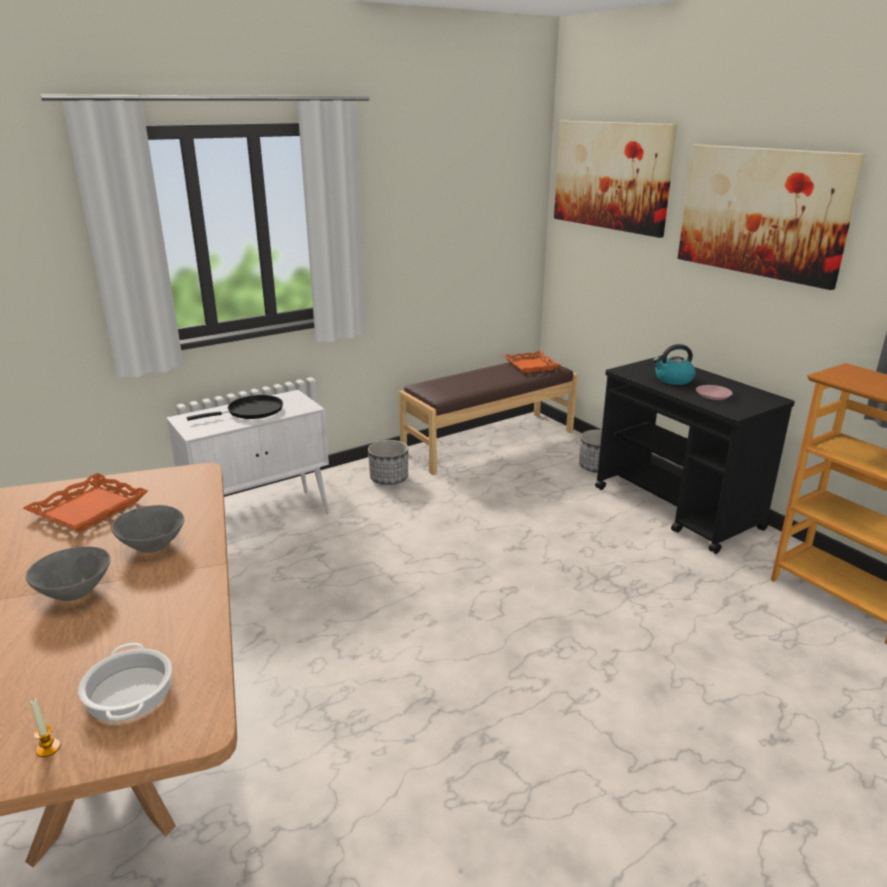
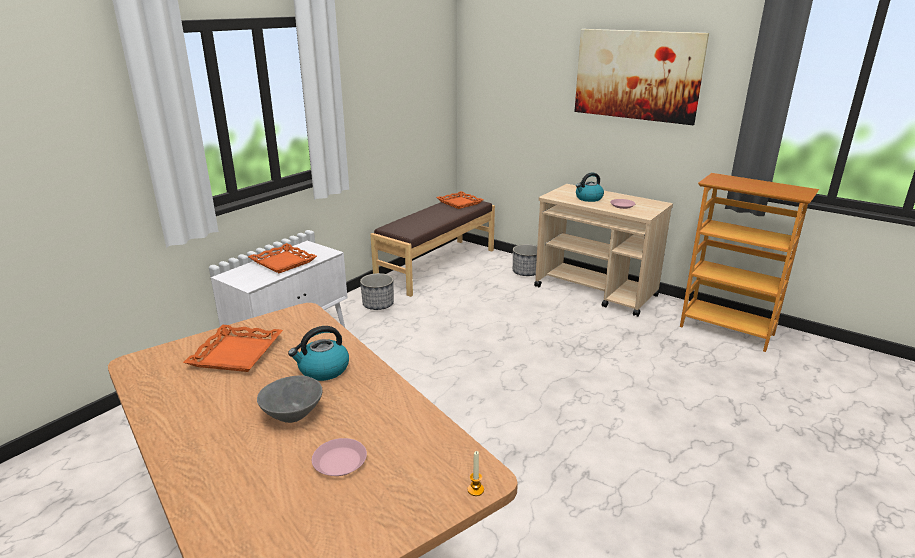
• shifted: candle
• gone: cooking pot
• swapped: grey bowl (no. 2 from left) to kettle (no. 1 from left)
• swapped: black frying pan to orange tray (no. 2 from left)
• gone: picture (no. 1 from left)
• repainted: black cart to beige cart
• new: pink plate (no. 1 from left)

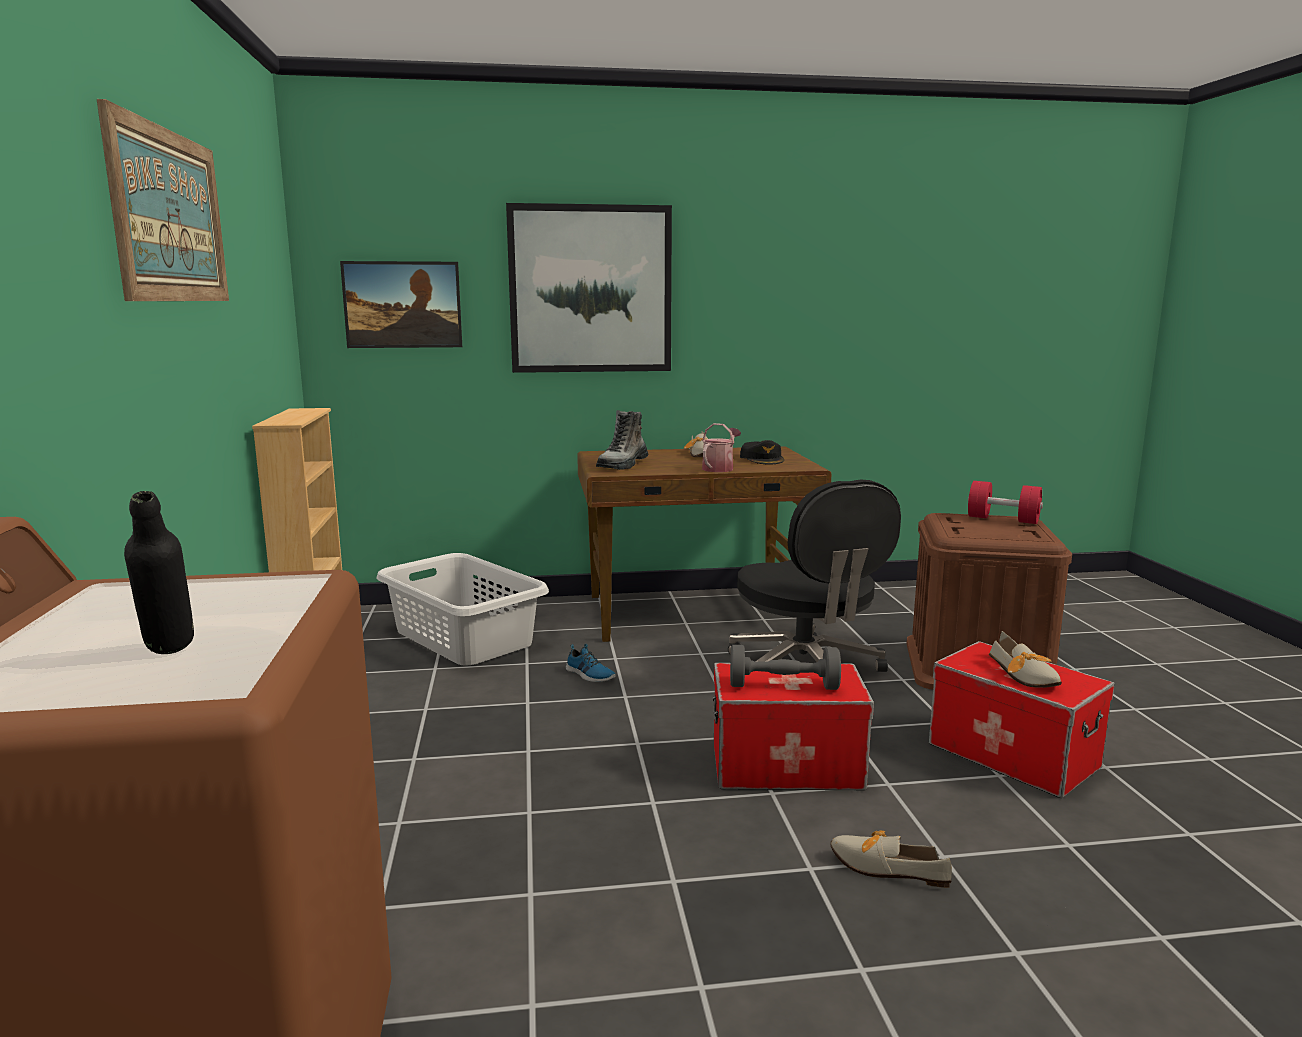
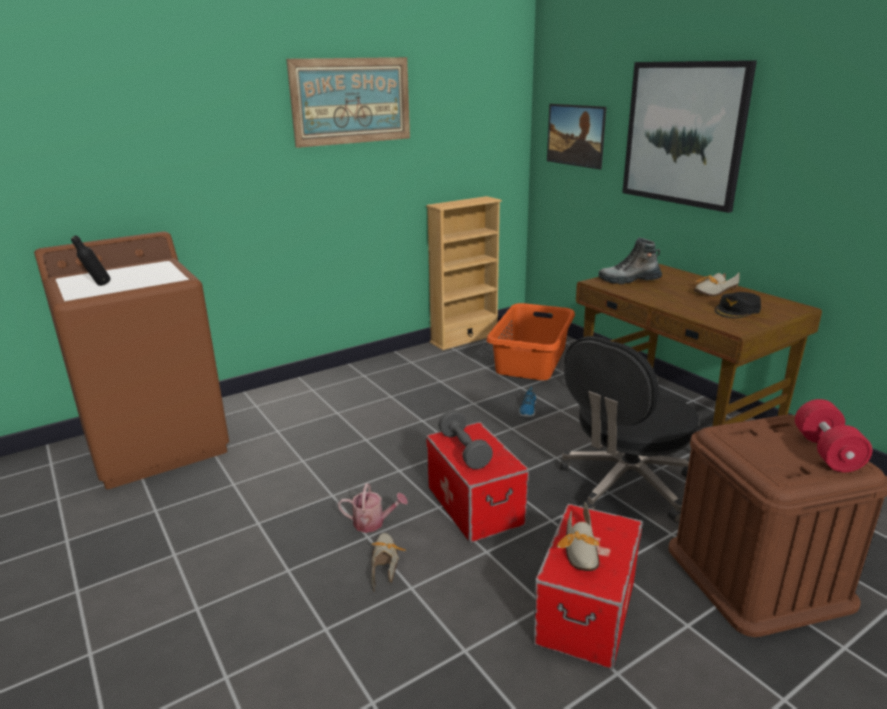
• repainted: grey laundry basket to orange laundry basket
• shifted: watering can
• rotated: shoe (no. 4 from left in the first image) 45 degrees counterclockwise

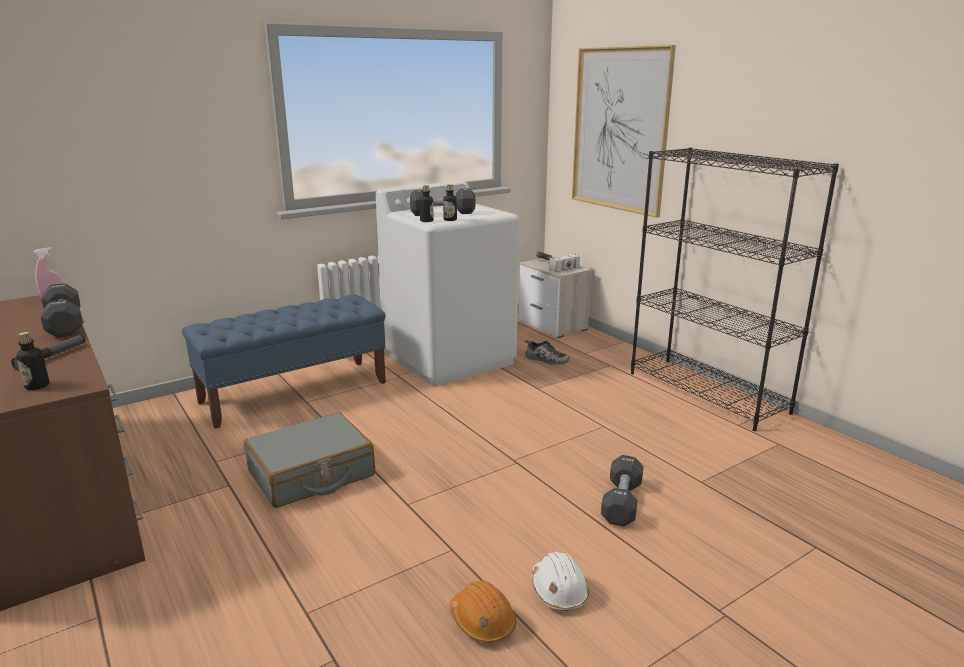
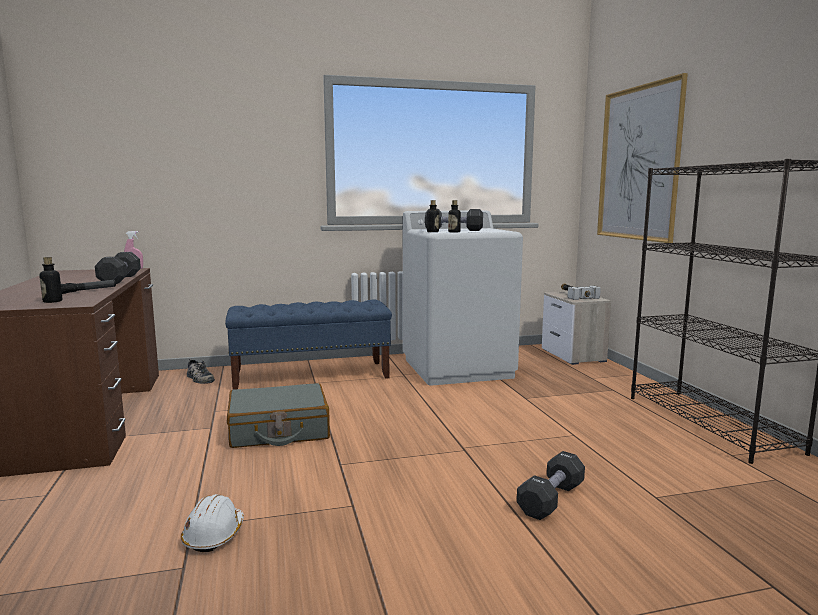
• gone: orange hard hat
• shifted: shoe
• shifted: white hard hat

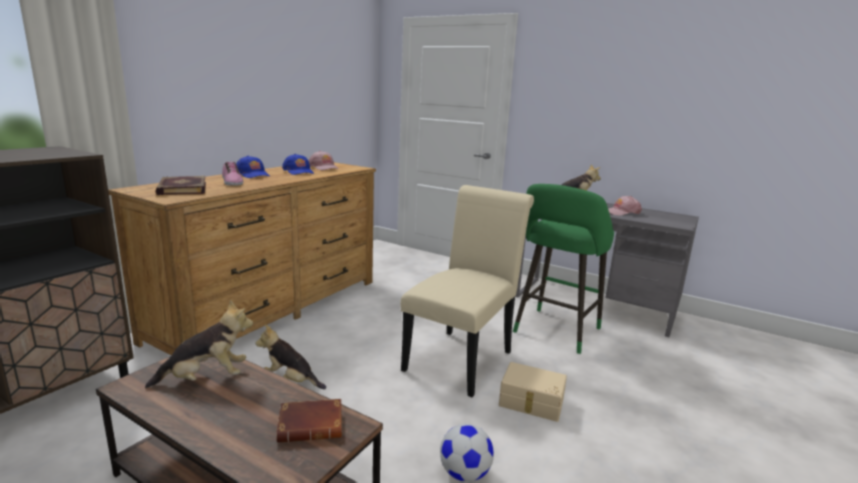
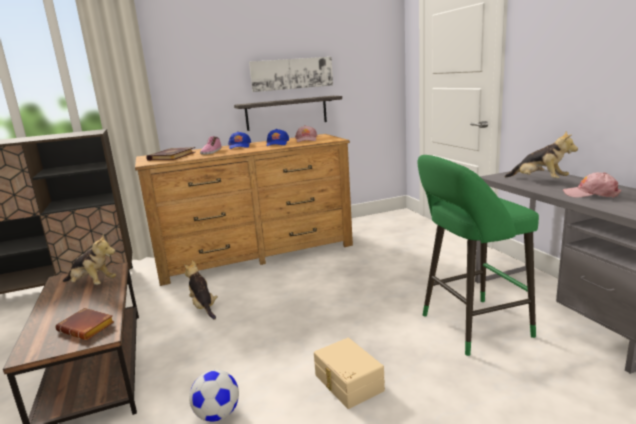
• gone: beige chair
• new: shelf
• new: picture

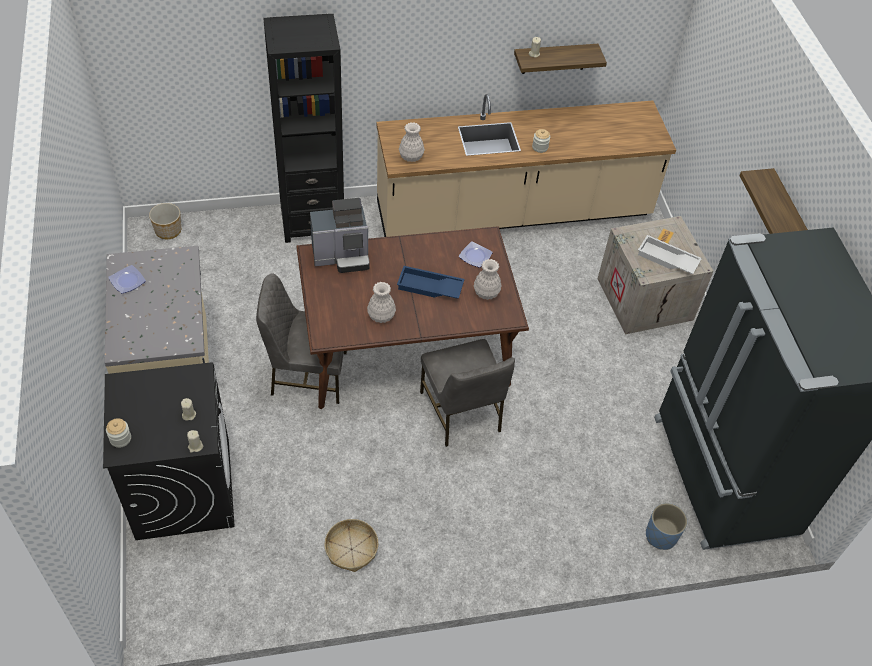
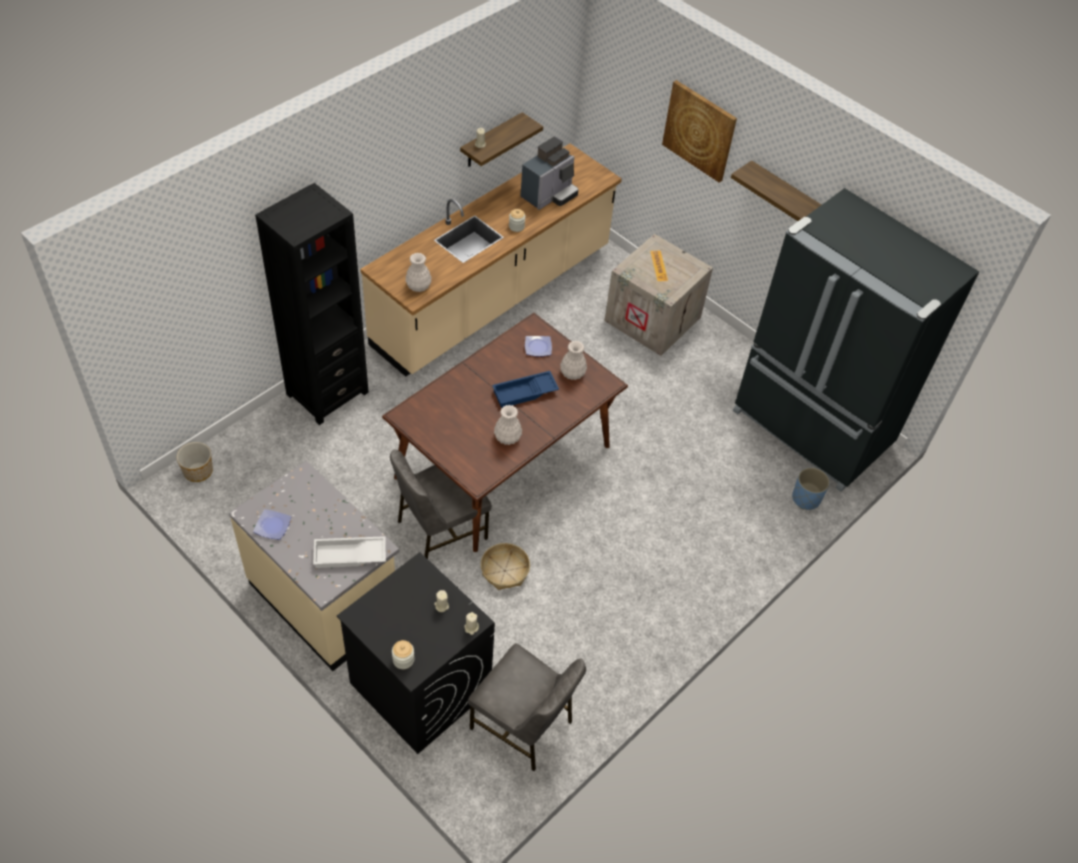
• shifted: coffee machine
• shifted: basket
• shifted: grey chair (no. 2 from left)
• shifted: white tray
• new: picture

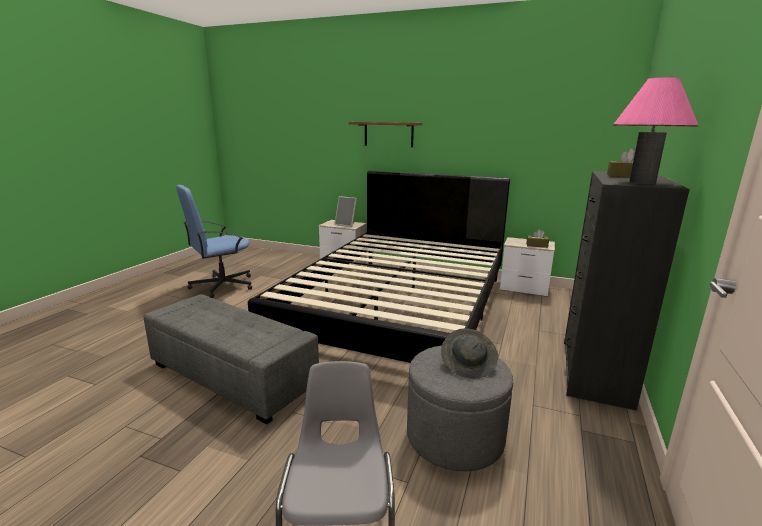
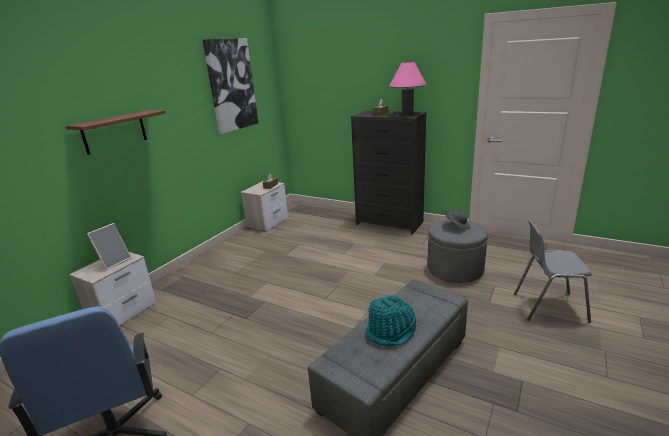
• gone: black bed
• new: picture
• new: turquoise hat

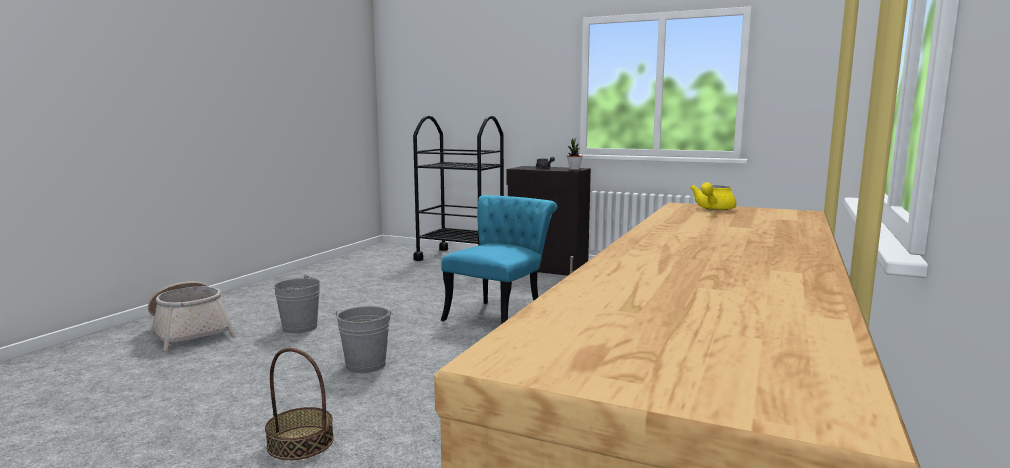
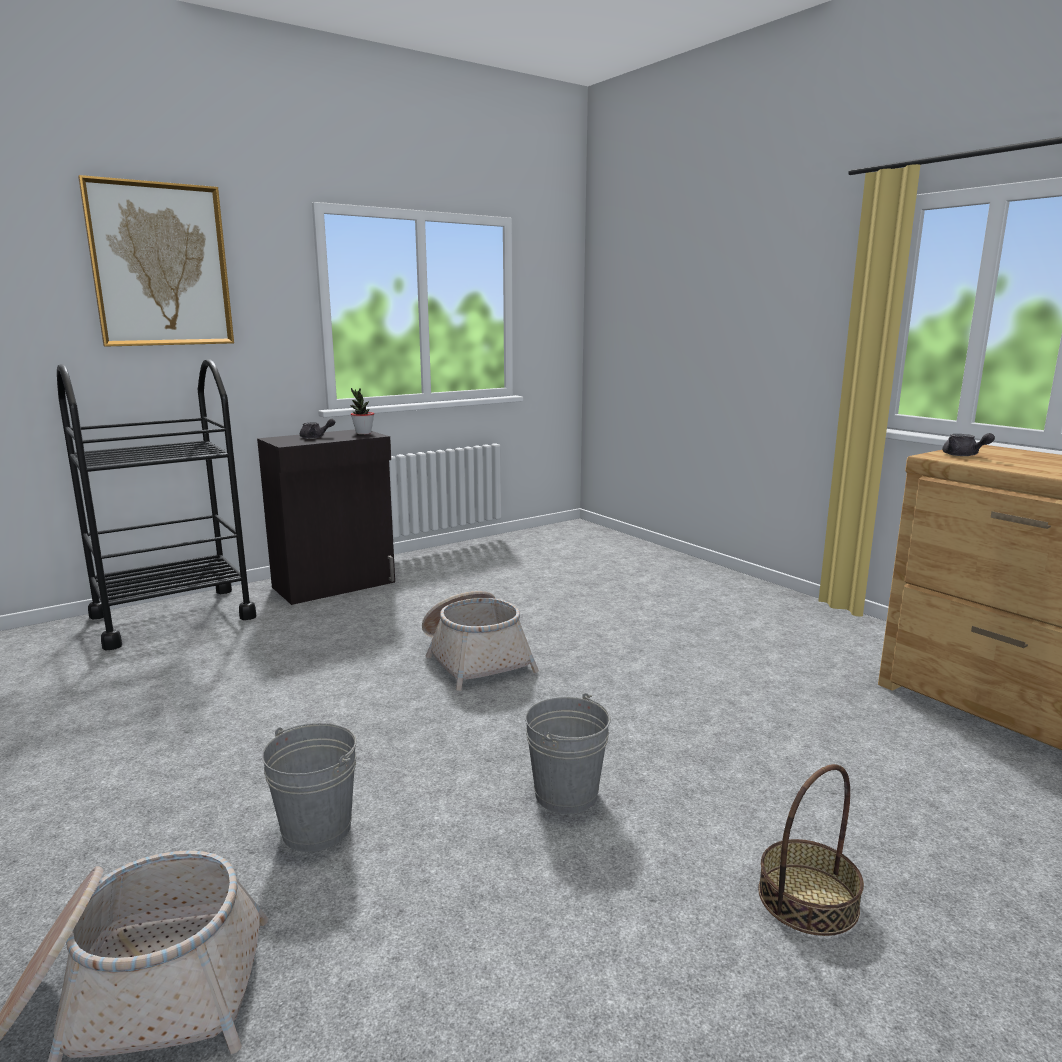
• swapped: turquoise chair to basket (no. 2 from left)
• repainted: yellow teapot to grey teapot (no. 2 from left)
• new: picture

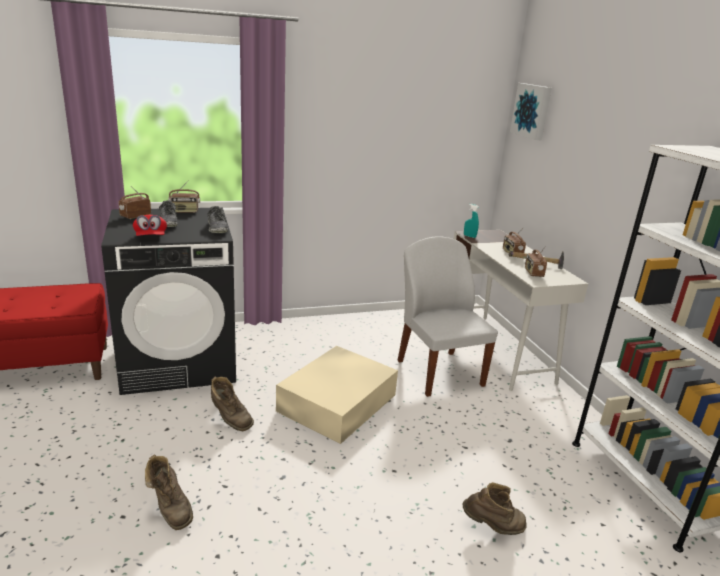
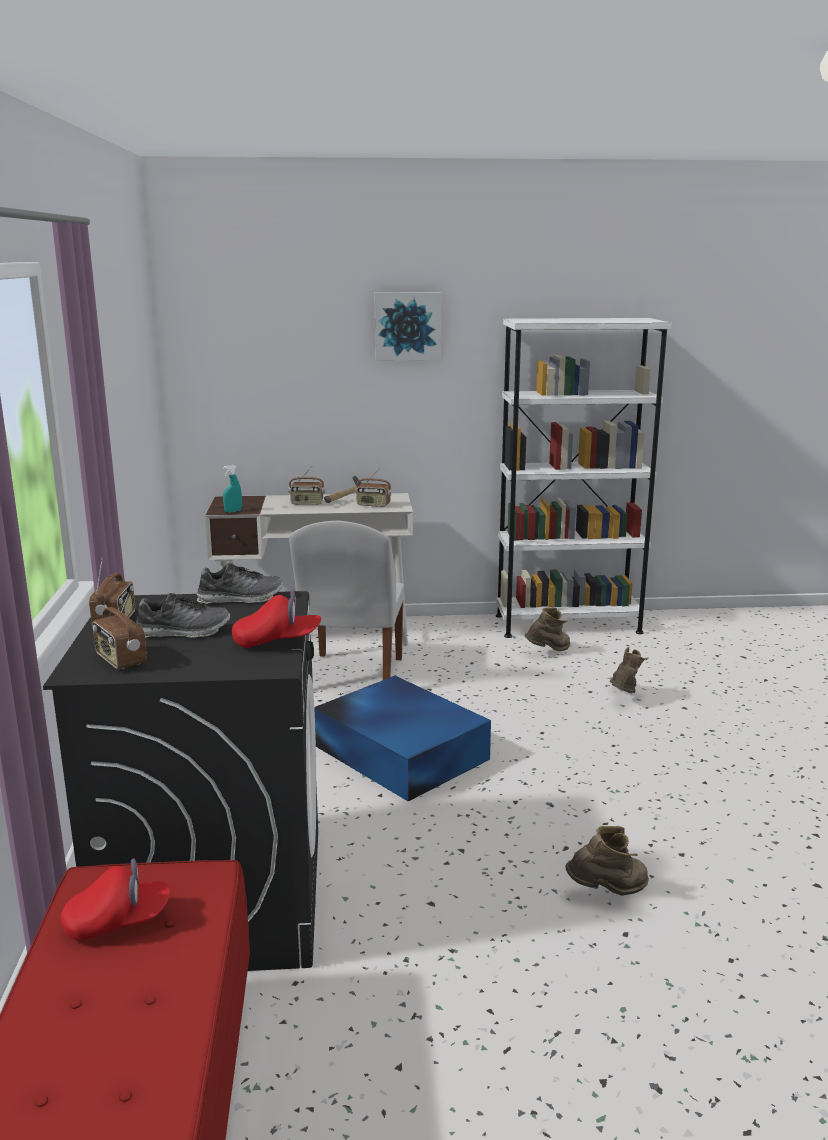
• shifted: brown boot (no. 2 from left in the first image) to brown boot (no. 1 from left)
• repainted: beige storage box to blue storage box
• rotated: white chair 75 degrees counterclockwise
• shifted: picture
• new: red cap (no. 1 from left)

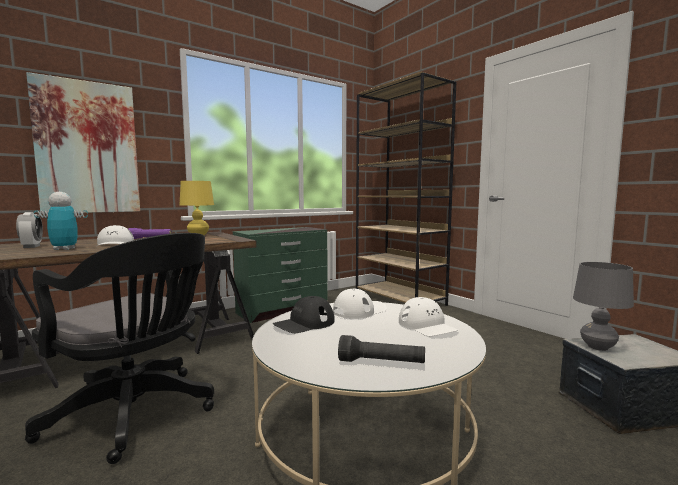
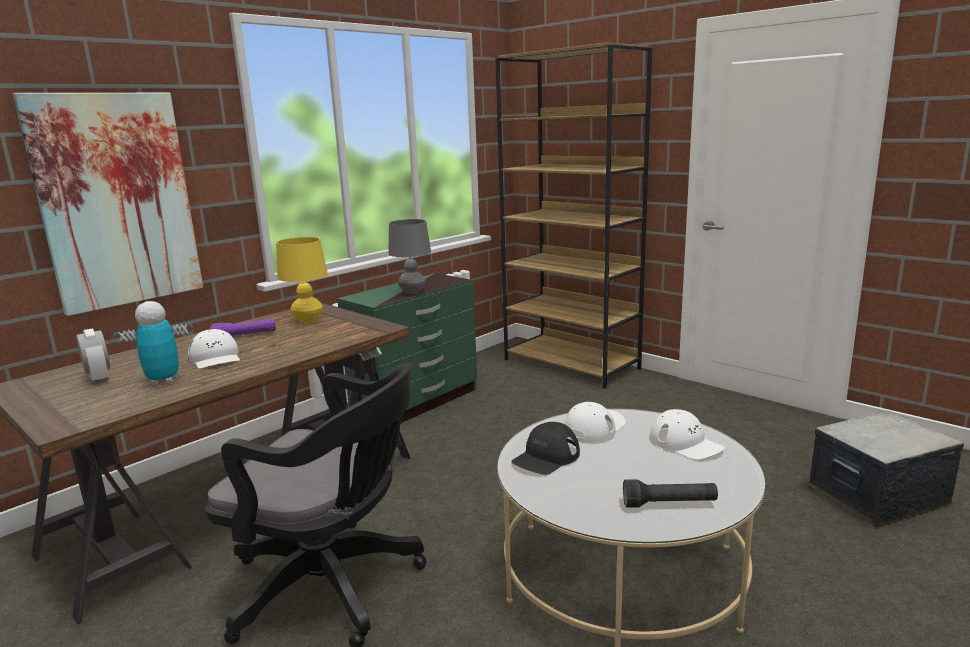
• shifted: grey table lamp

